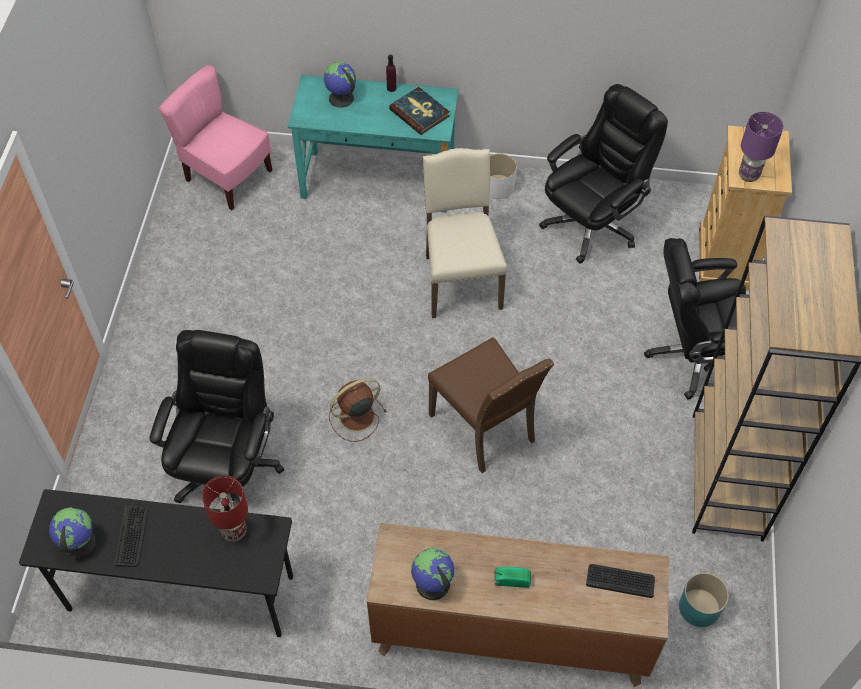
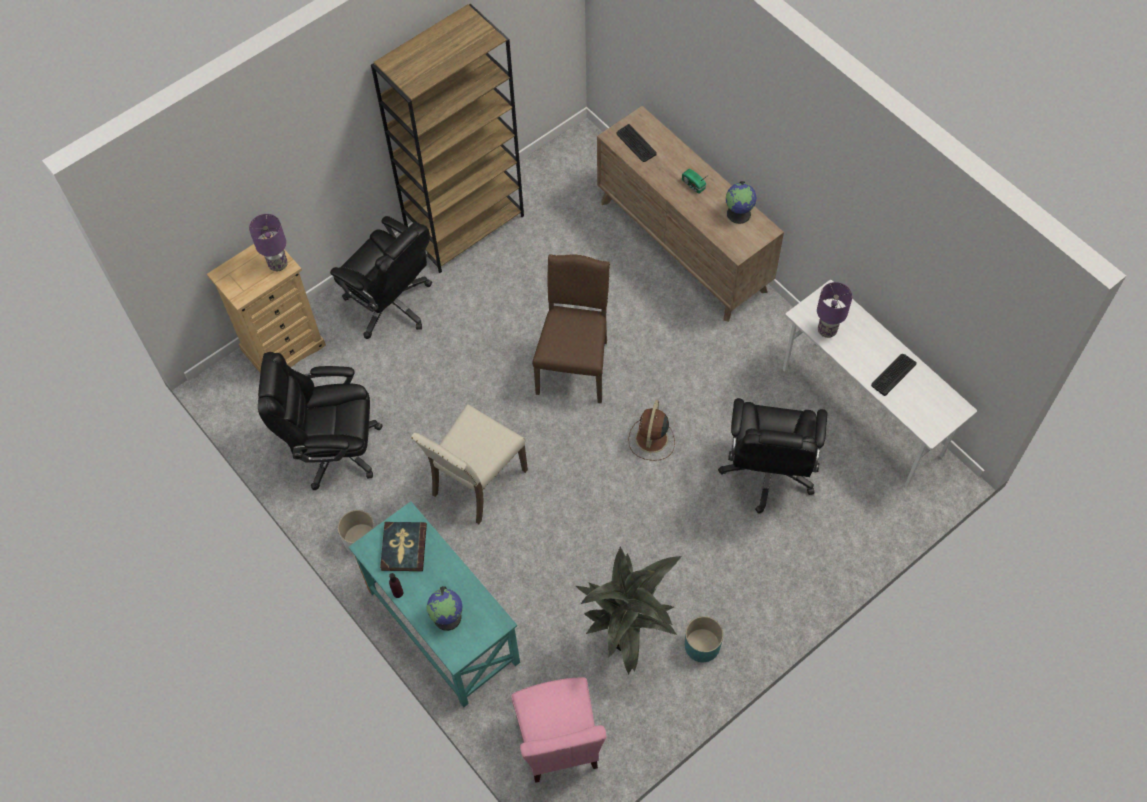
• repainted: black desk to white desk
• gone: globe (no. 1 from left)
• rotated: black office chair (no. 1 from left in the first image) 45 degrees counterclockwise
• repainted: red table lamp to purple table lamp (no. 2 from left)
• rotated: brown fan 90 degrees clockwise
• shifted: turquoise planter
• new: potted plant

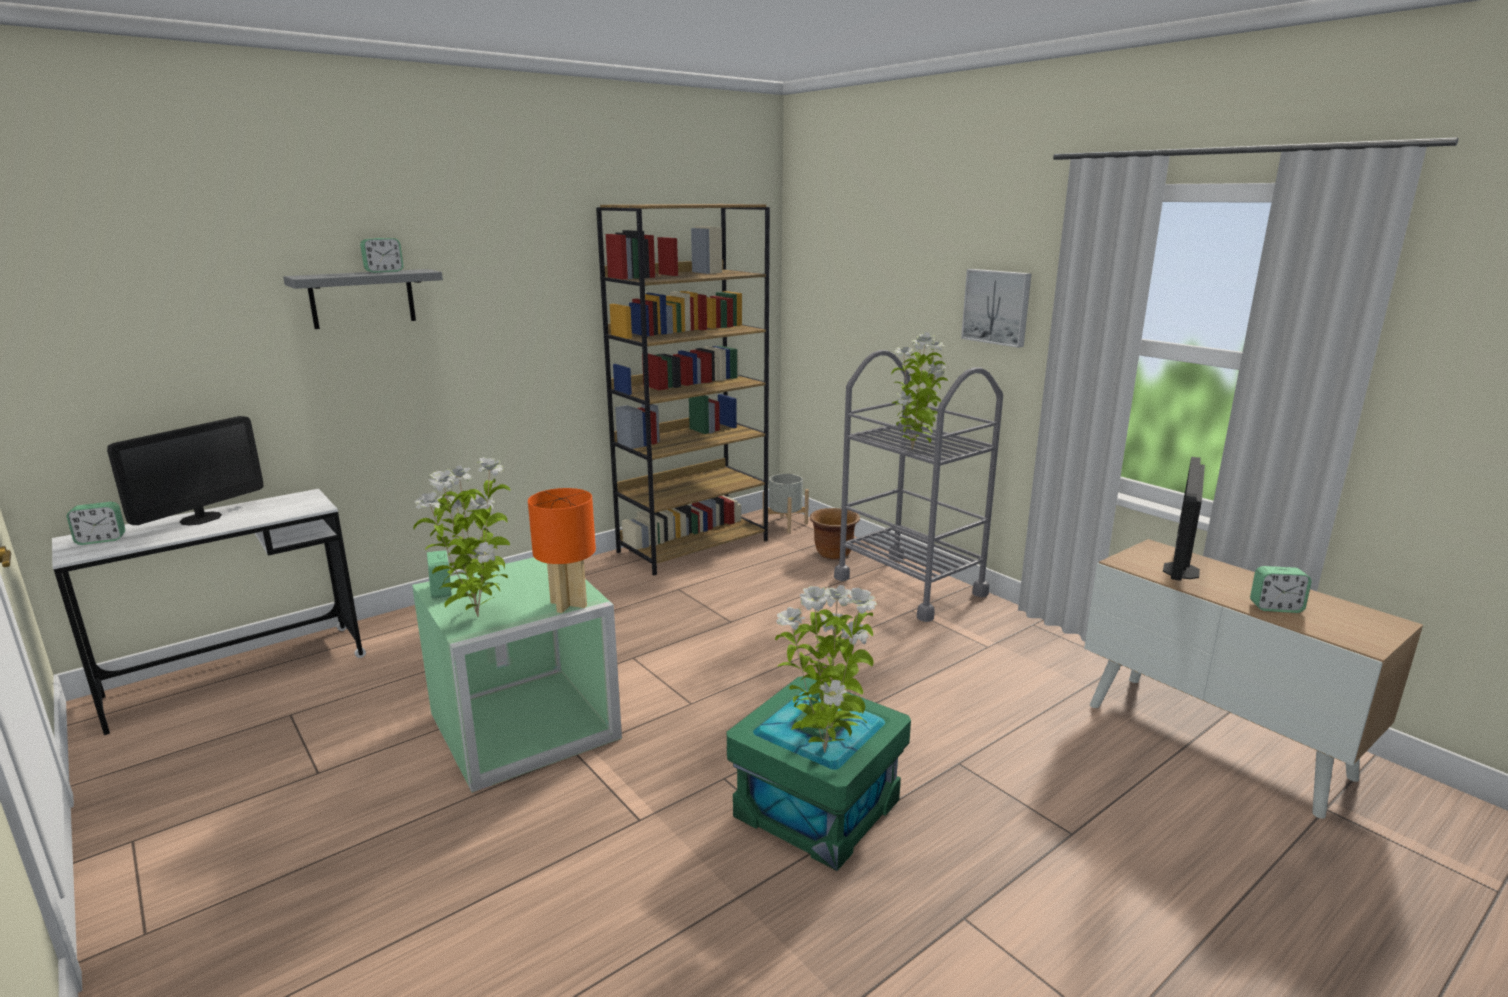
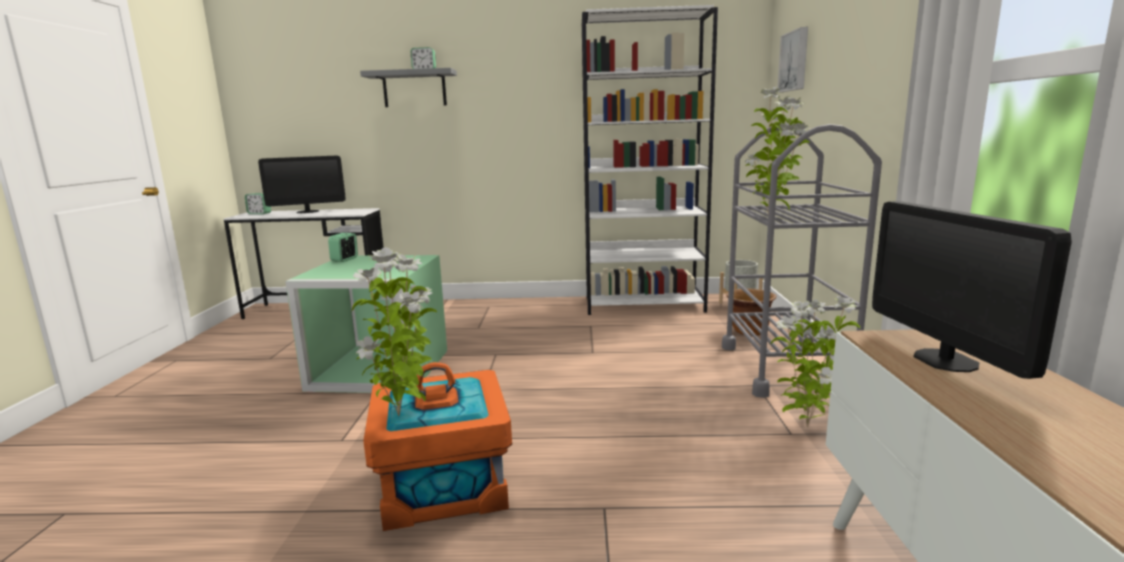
• shifted: potted plant (no. 1 from left in the first image) to potted plant (no. 3 from left)
• gone: orange table lamp
• repainted: brown bookcase to white bookcase
• repainted: green storage box (no. 2 from left) to orange storage box
• shifted: picture
• rotated: monitor (no. 2 from left) 75 degrees counterclockwise
• gone: alarm clock (no. 4 from left)

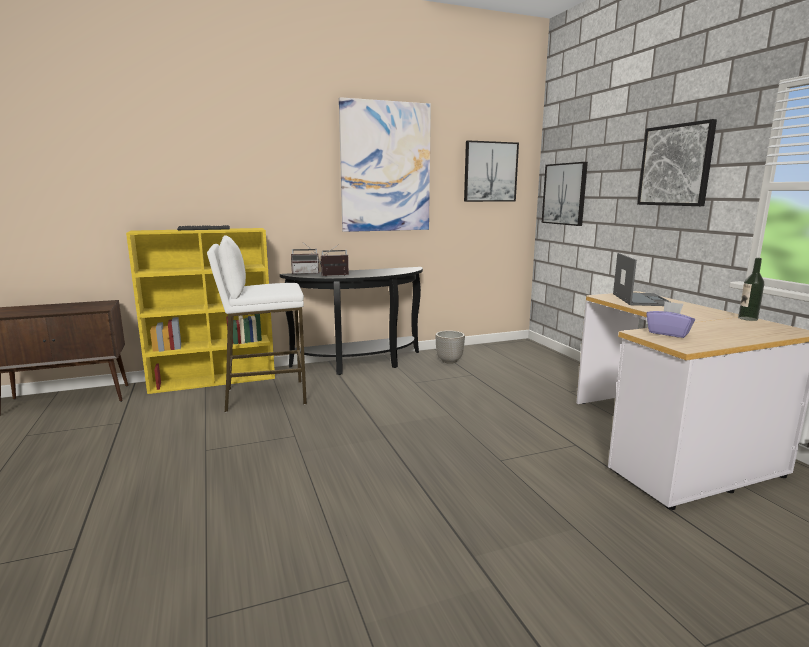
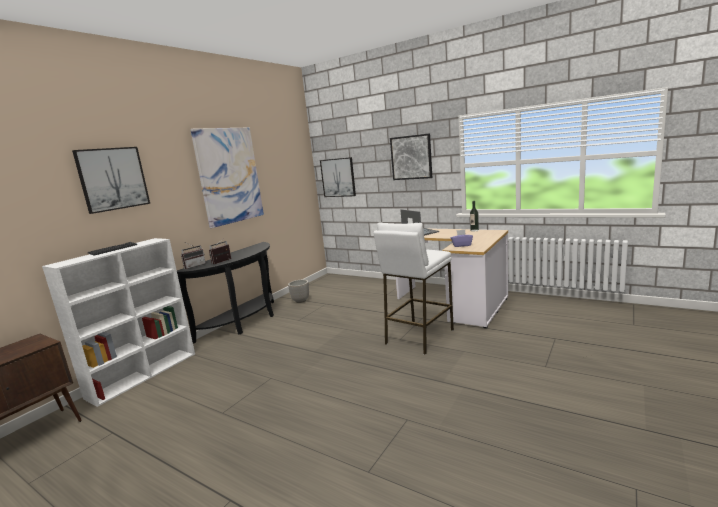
• repainted: yellow bookcase to white bookcase
• shifted: white stool
• shifted: picture (no. 2 from left in the first image) to picture (no. 1 from left)

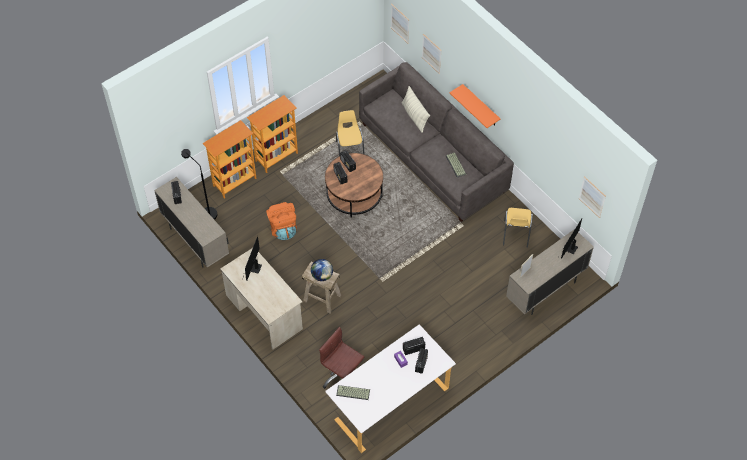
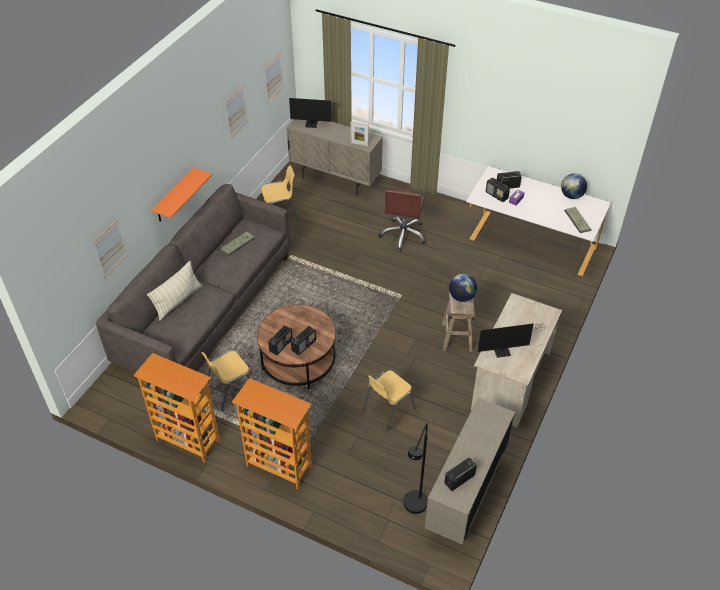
• shifted: bookcase (no. 1 from left)
• swapped: orange backpack to yellow chair (no. 3 from left)
• shifted: brown office chair
• shifted: picture (no. 1 from left in the first image) to picture (no. 2 from left)
• new: globe (no. 2 from left)

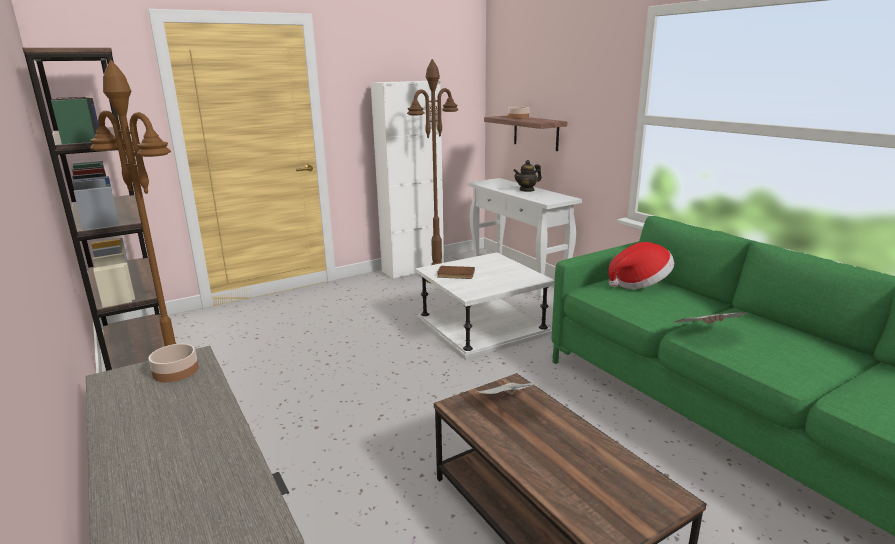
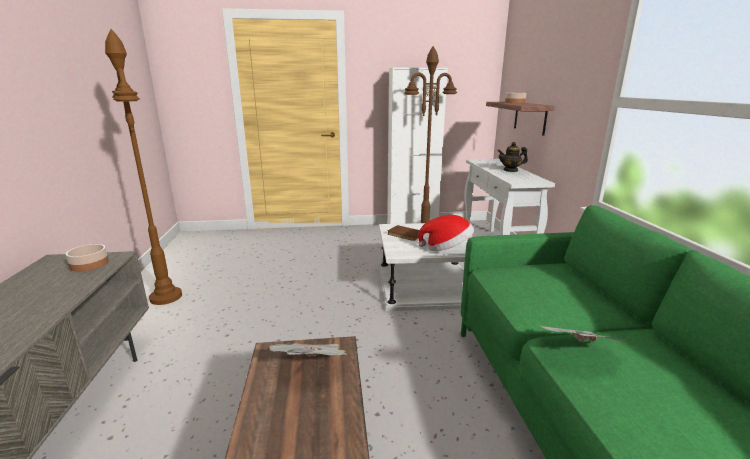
• gone: brown bookcase
• shifted: hat

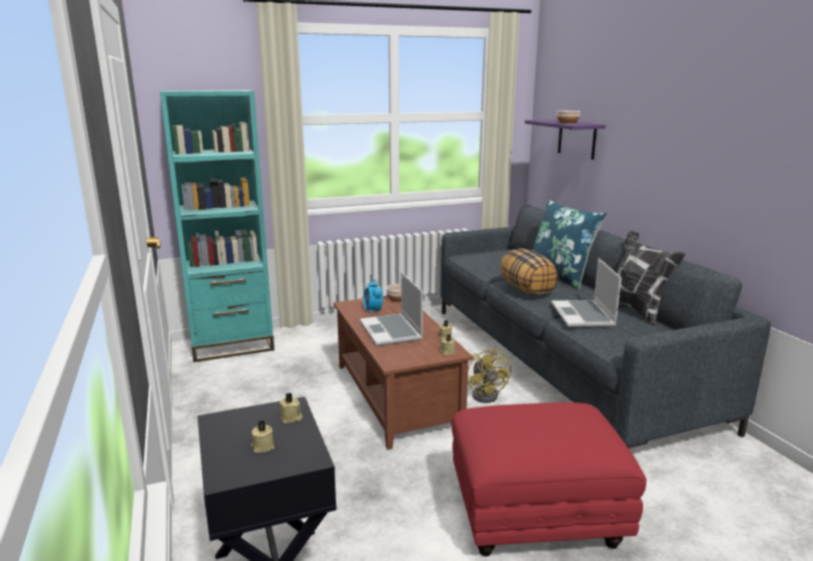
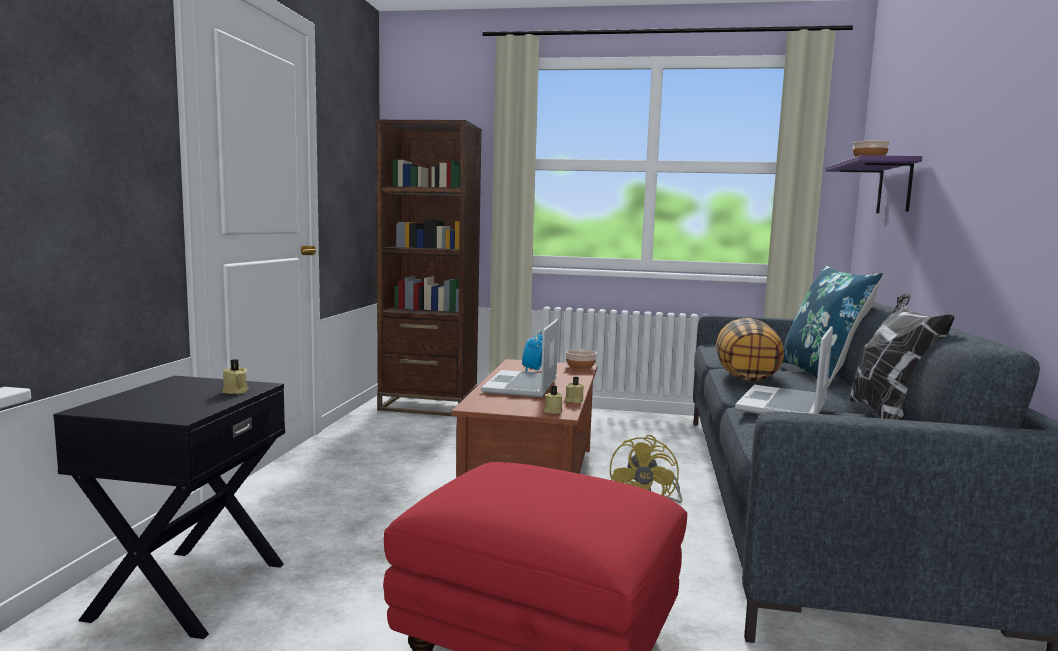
• repainted: turquoise bookcase to brown bookcase
• gone: beige candle (no. 1 from left)

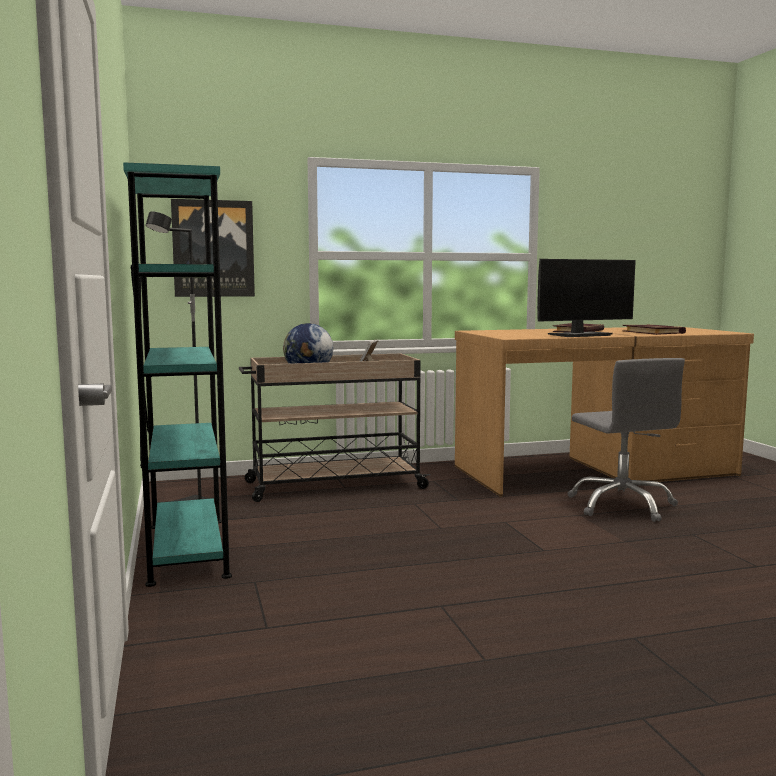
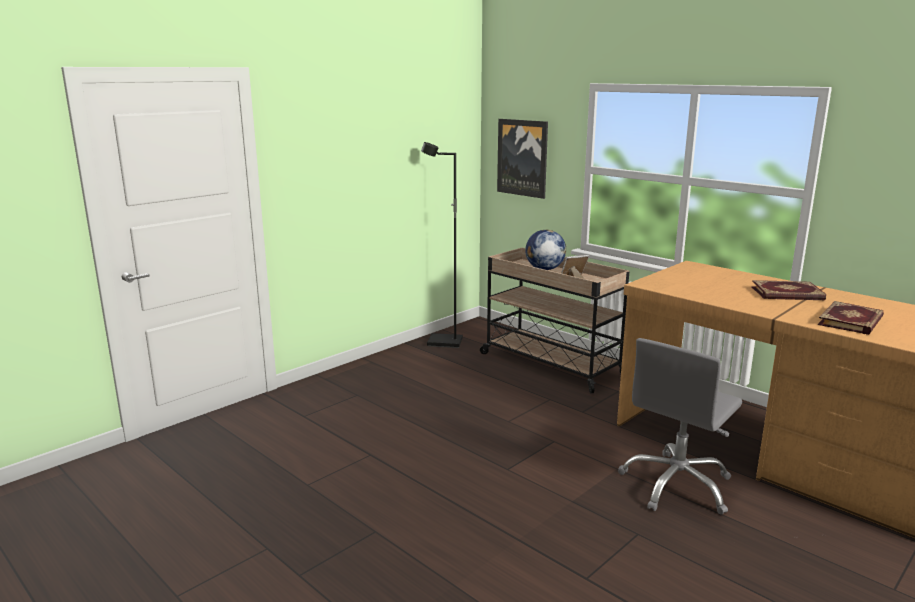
• gone: turquoise bookcase
• gone: monitor

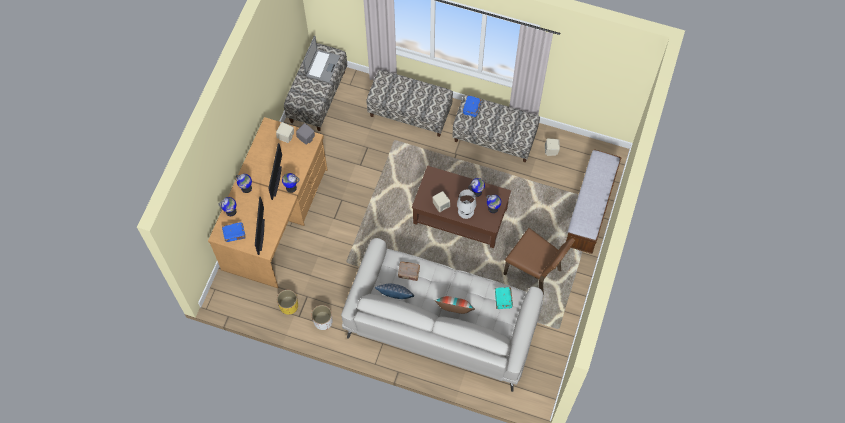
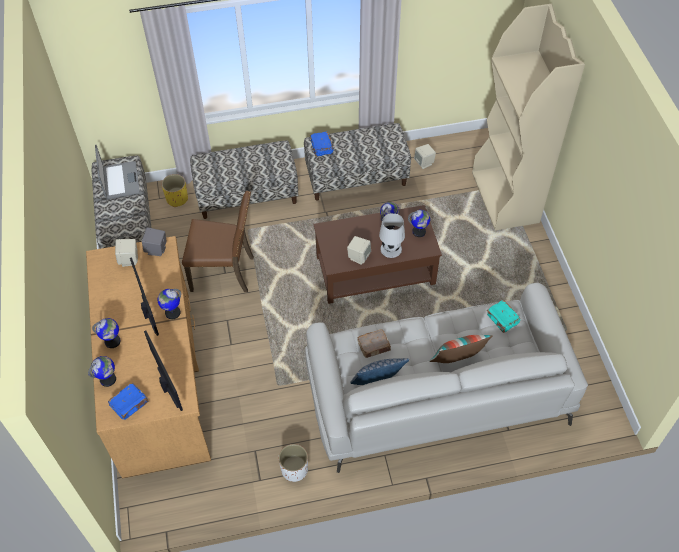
• shifted: yellow planter
• shifted: brown chair
• swapped: bench (no. 4 from left) to beige bookcase

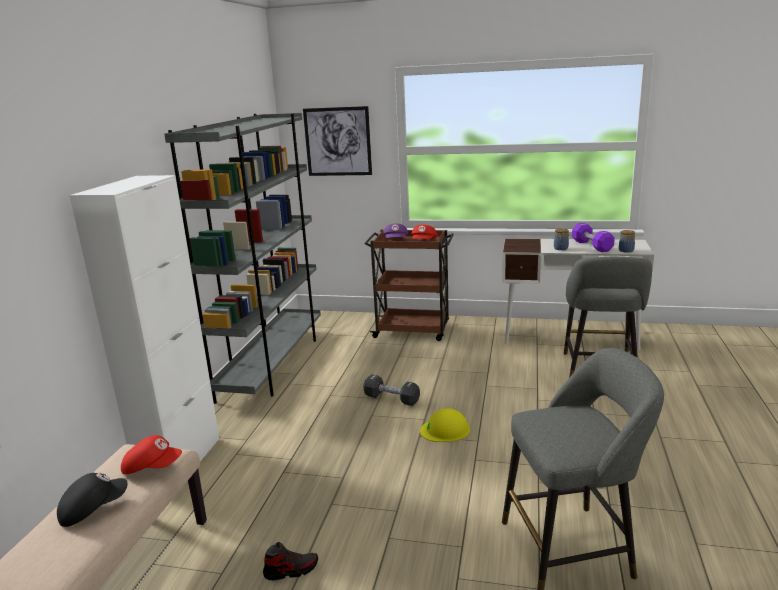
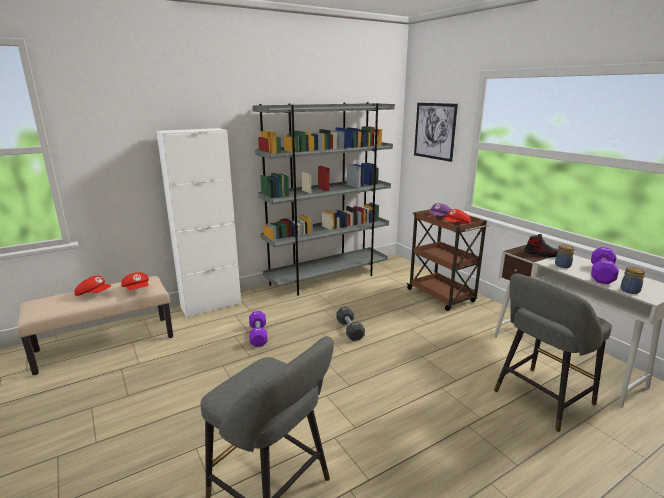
• repainted: black cap to red cap (no. 1 from left)
• shifted: shoe
• gone: yellow hard hat
• new: purple dumbbell (no. 1 from left)

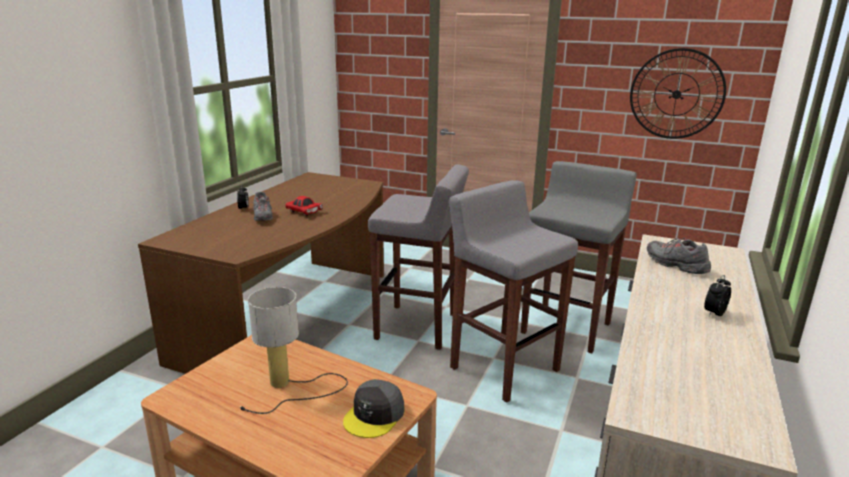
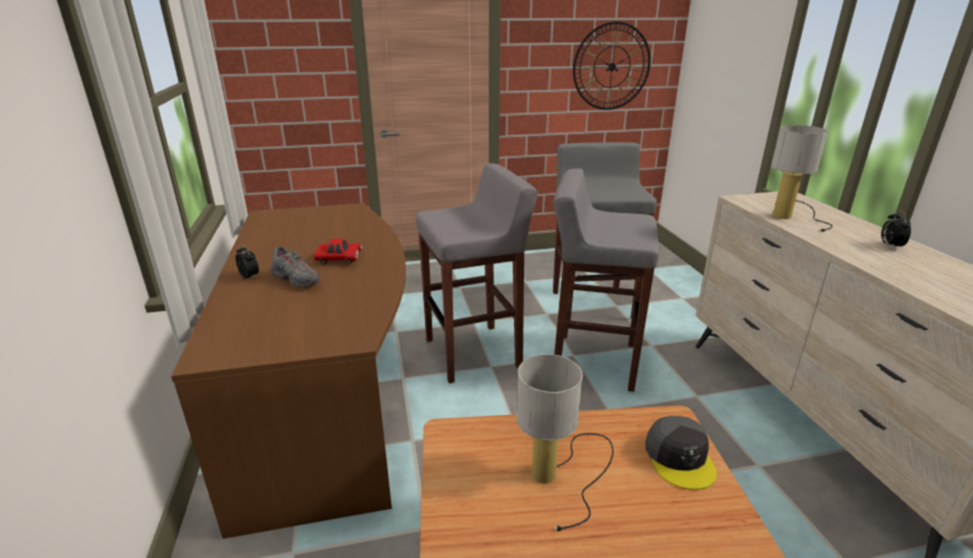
• swapped: grey shoe (no. 2 from left) to table lamp (no. 2 from left)

